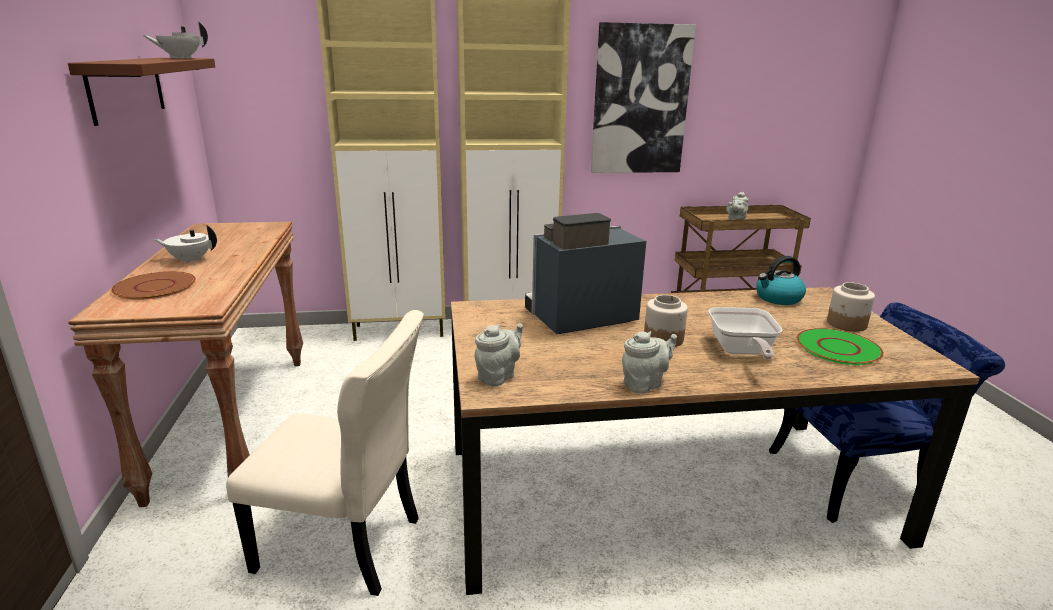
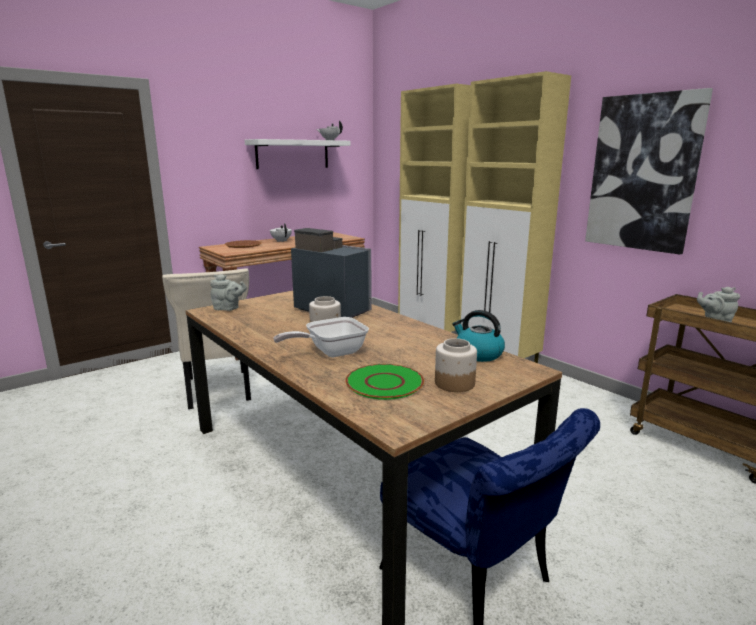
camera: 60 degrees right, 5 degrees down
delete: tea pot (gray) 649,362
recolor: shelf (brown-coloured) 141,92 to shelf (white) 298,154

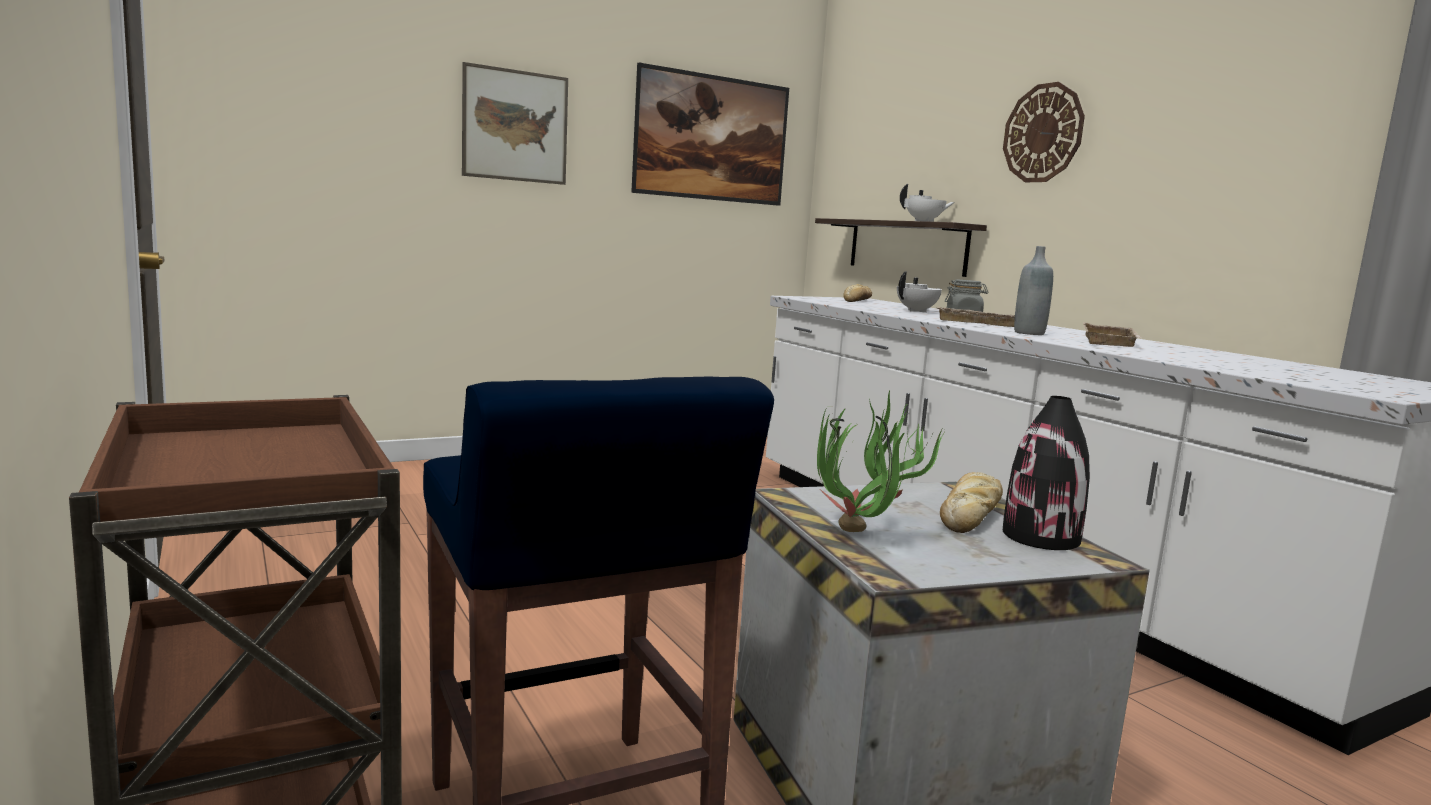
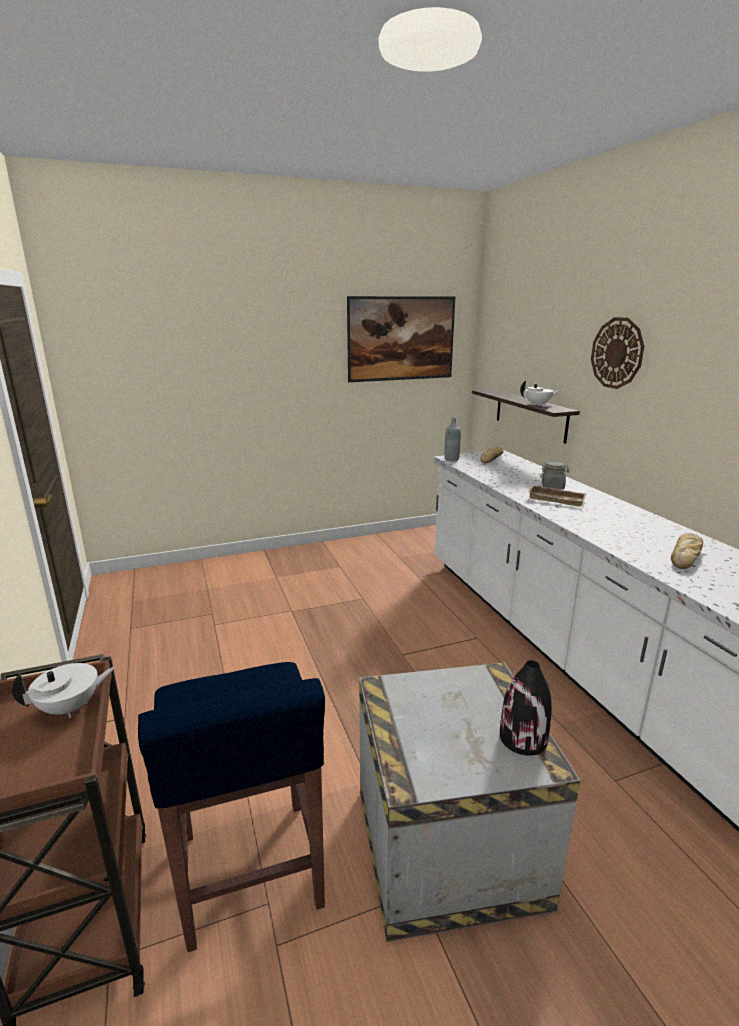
camera: 10 degrees right, 10 degrees up
delete: wall art 515,123; plant in a pot 881,461; carrying tray (beige) 1113,334
move: tea pot (white) 919,292 to 64,690; baked bread 971,502 to 687,551; drink bottle (gray) 1033,290 to 452,439

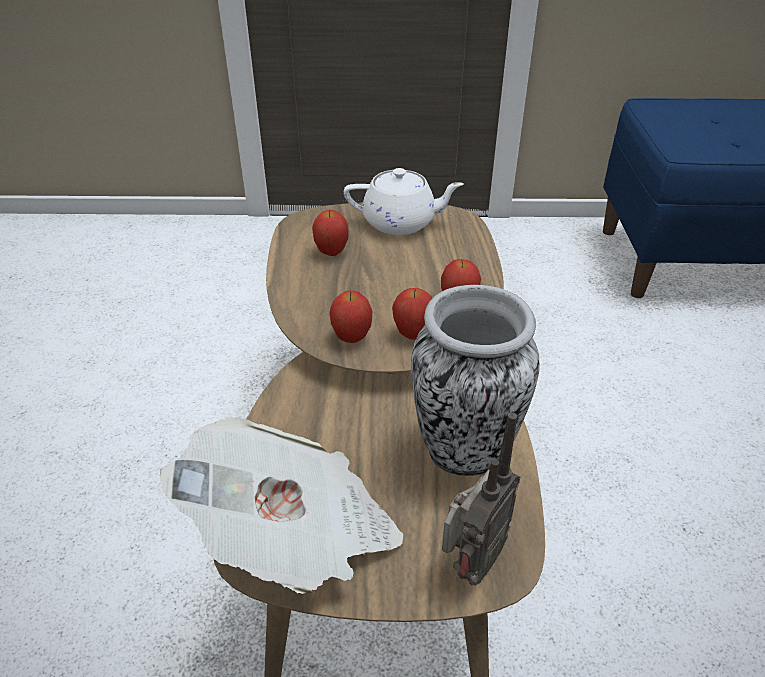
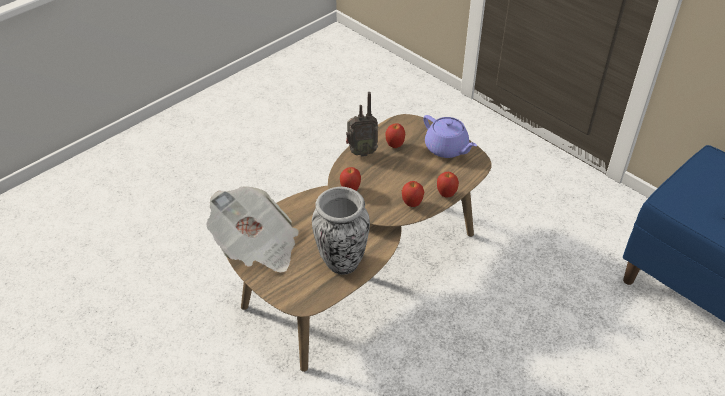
camera: 45 degrees right, 5 degrees up
move: whole apple 412,314 to 448,185; radio 481,498 to 362,124
recolor: tea pot (white) 404,201 to tea pot (purplish) 450,136

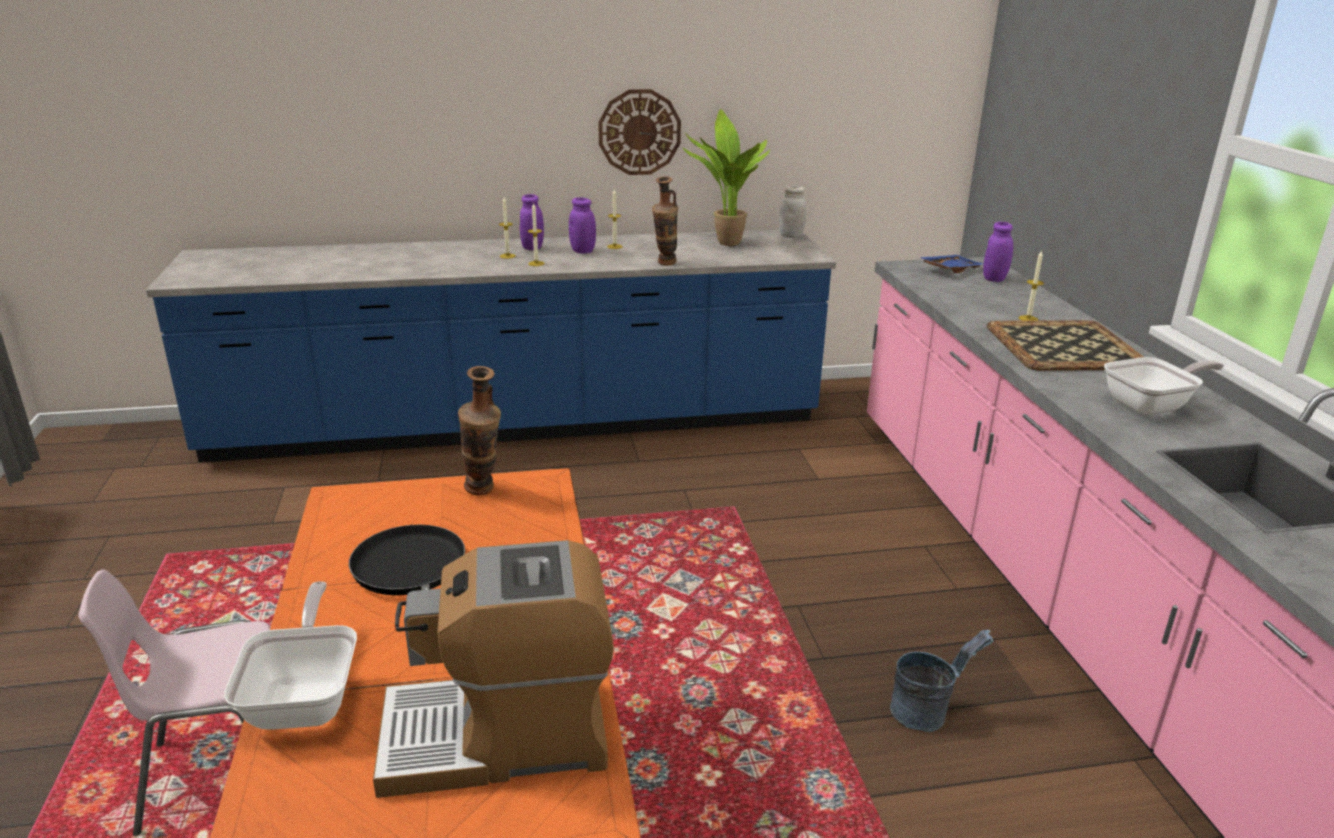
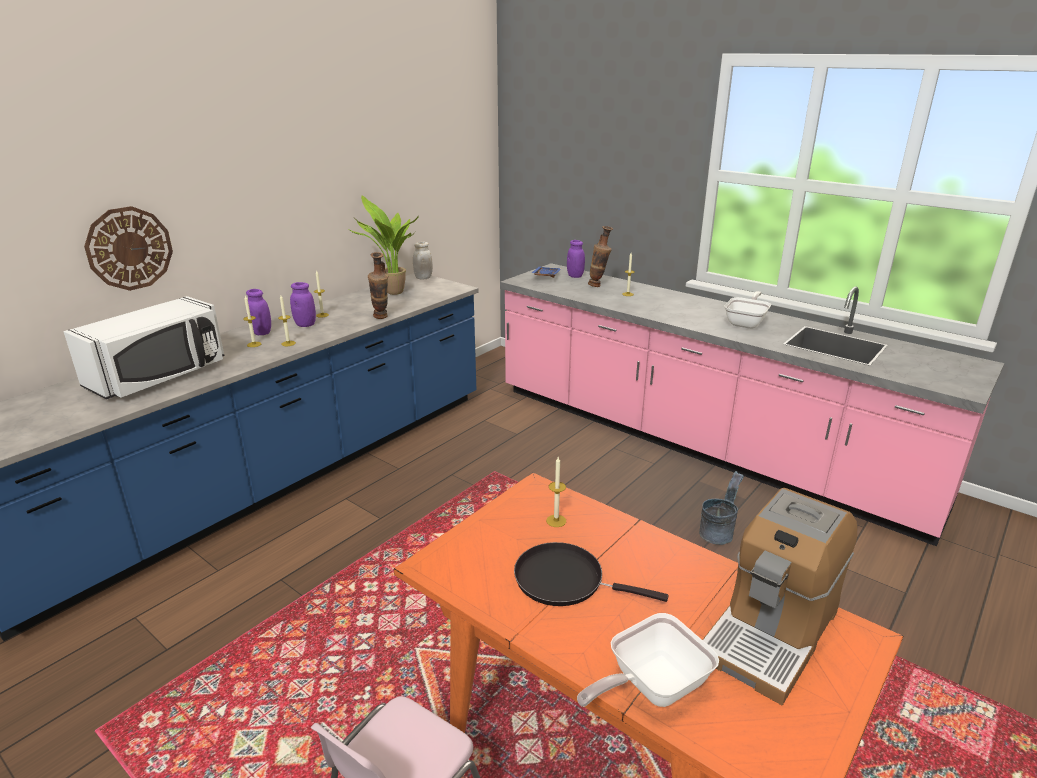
camera: 40 degrees left, 0 degrees up
delete: carrying tray 1065,345
insert: microwave oven (white) 144,347; candle 556,492
move: flower vase 479,430 to 600,256; wall clock 639,132 to 128,248
rotate: frying pan 290,655 = 648,660 75 degrees counterclockwise

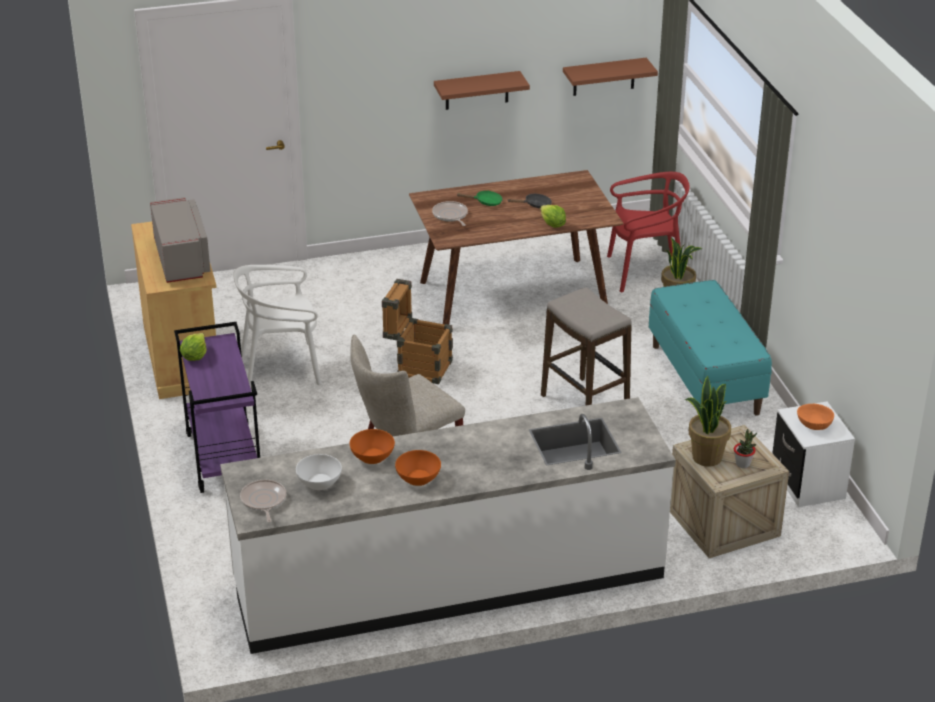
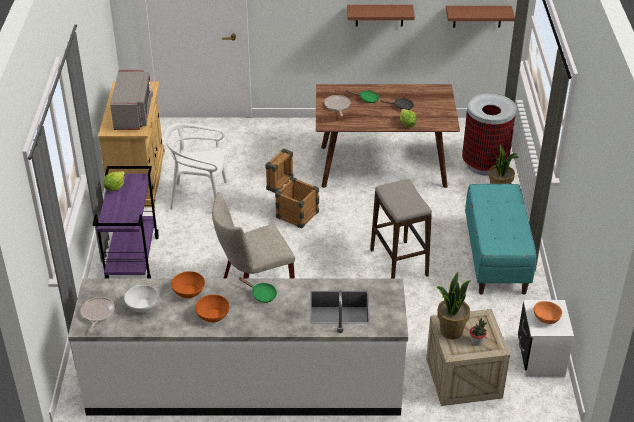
camera: 15 degrees right, 5 degrees up
insert: frying pan (green) 258,290
replace: upright chair (reddish) 648,232 to rubbish bin 489,134

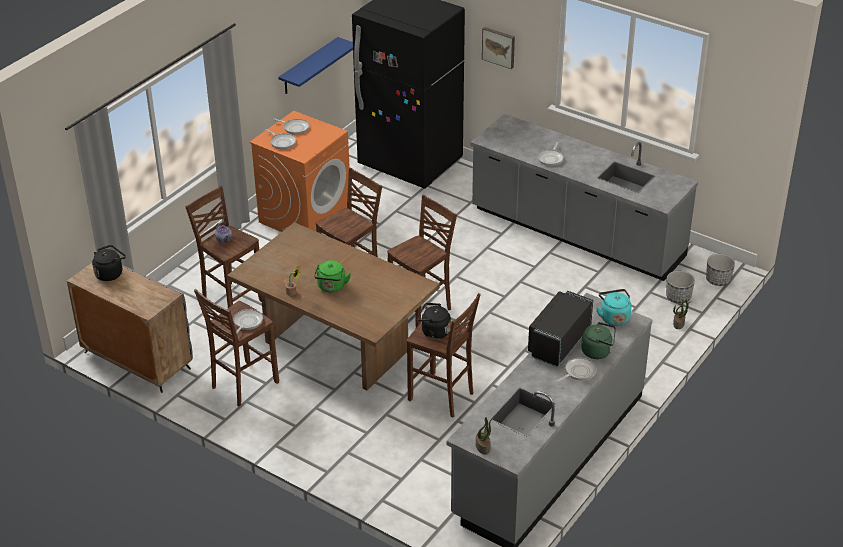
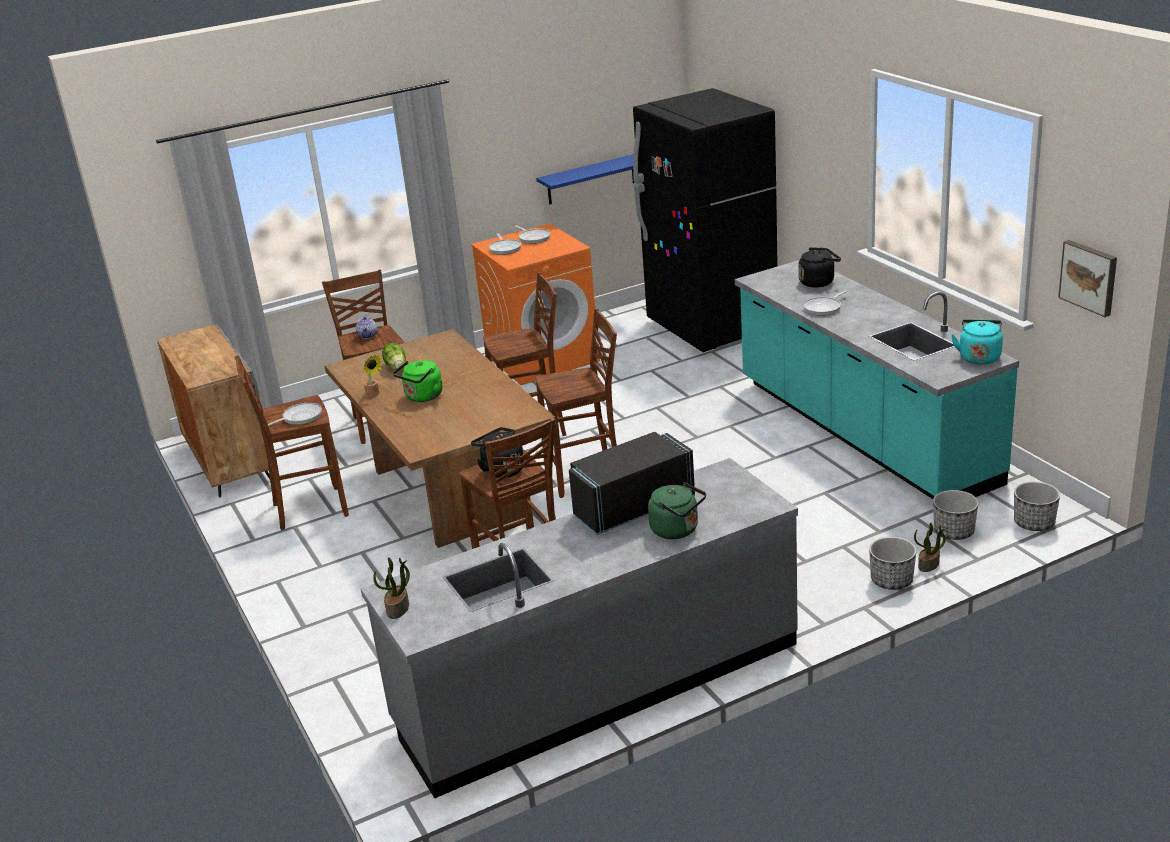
camera: 30 degrees right, 10 degrees down
delete: frying pan 577,370
insert: lettuce 394,356; flower pot 893,563
move: tea kettle (black) 109,263 to 819,267; wall art 498,48 to 1087,278; tea kettle (turquoise-coloured) 613,307 to 977,342
recolor: kitchen base unit (gray) 584,197 to kitchen base unit (turquoise-coloured) 877,379

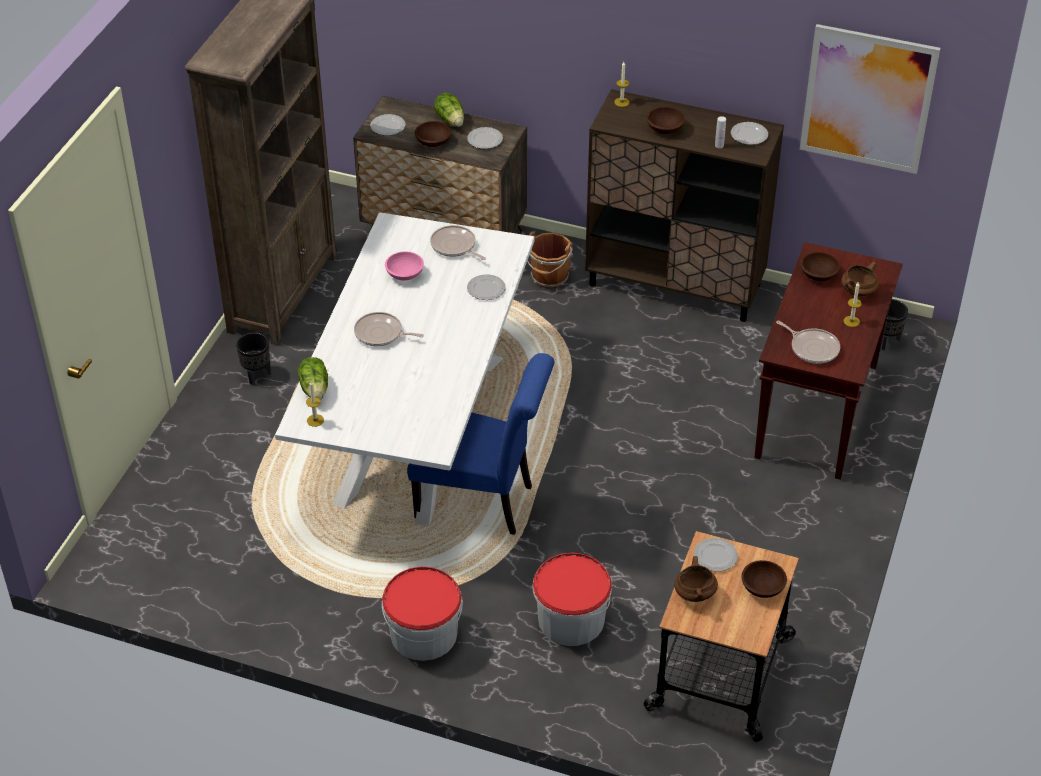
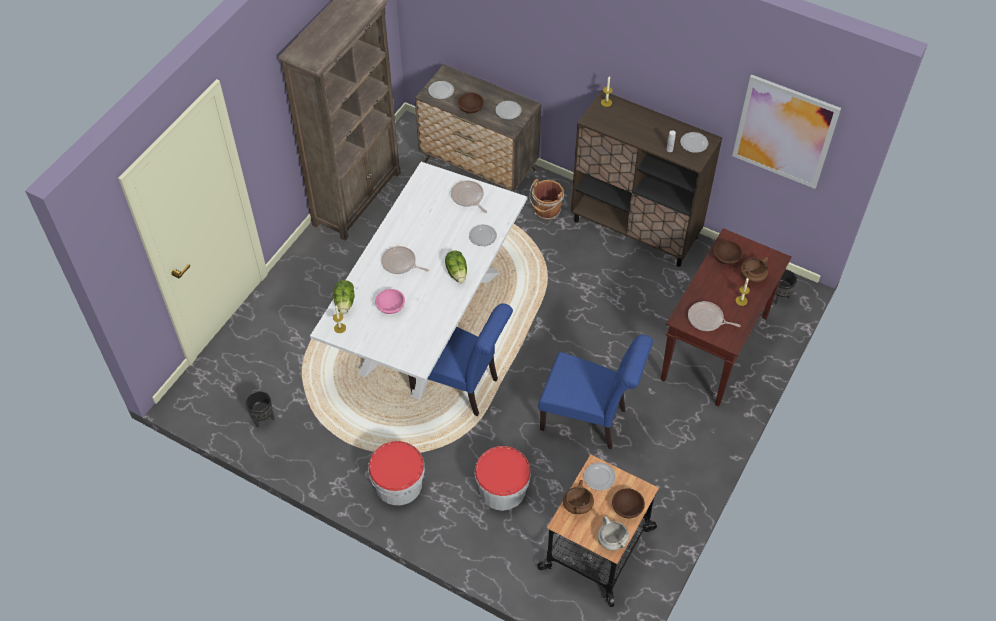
camera: 10 degrees right, 10 degrees up
delete: deep dish (brown-coloured) 666,120
insert: upright chair (blue) 595,392; stockpot (white) 613,533
move: flower pot (black) 253,358 to 260,409; deep dish (pink) 404,266 to 390,301; lettuce 449,110 to 456,267
rotate: frying pan 808,342 = 714,316 150 degrees clockwise

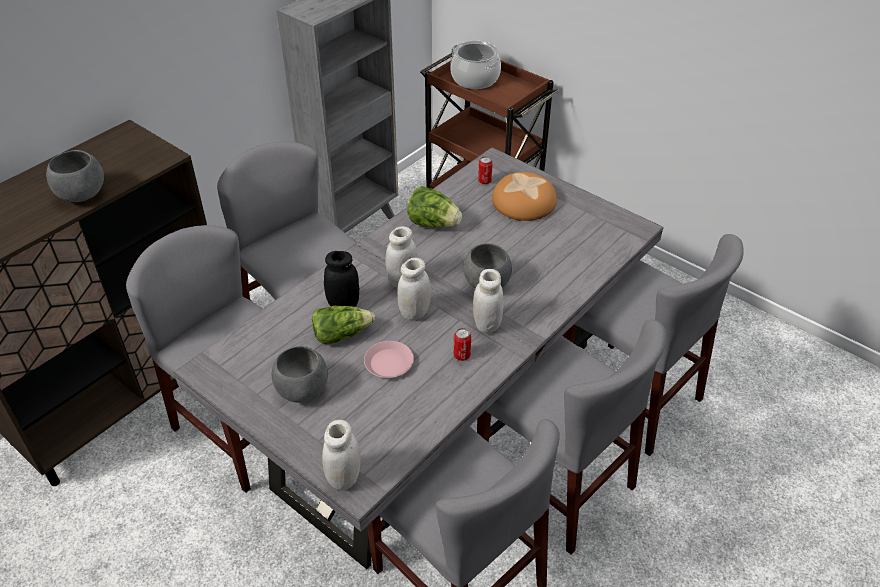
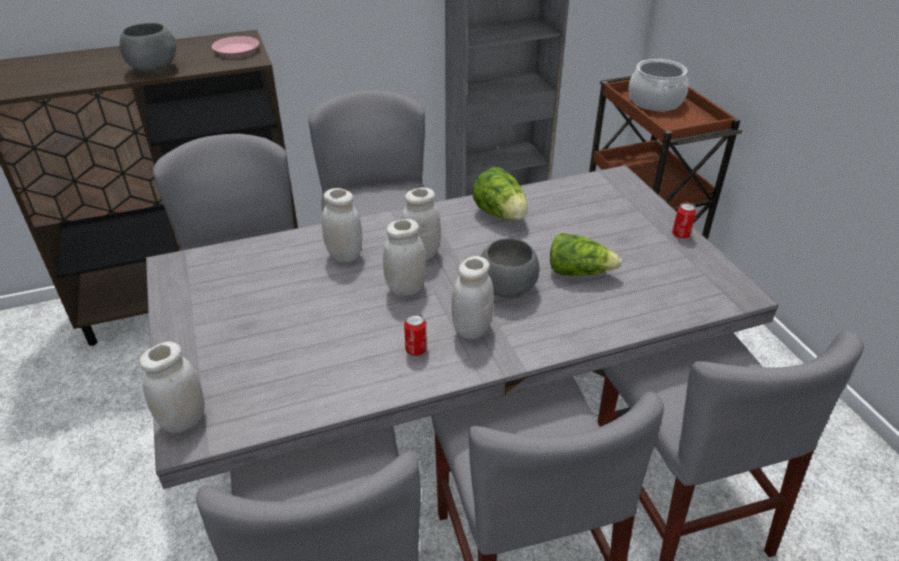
camera: 30 degrees right, 5 degrees down
delete: deep dish (gray) 300,374; baked bread 524,196
move: lettuce 343,325 to 586,254; plate (pink) 389,359 to 235,46; can 485,170 to 684,220
recolor: preserve jar (black) 341,279 to preserve jar (white) 342,225

